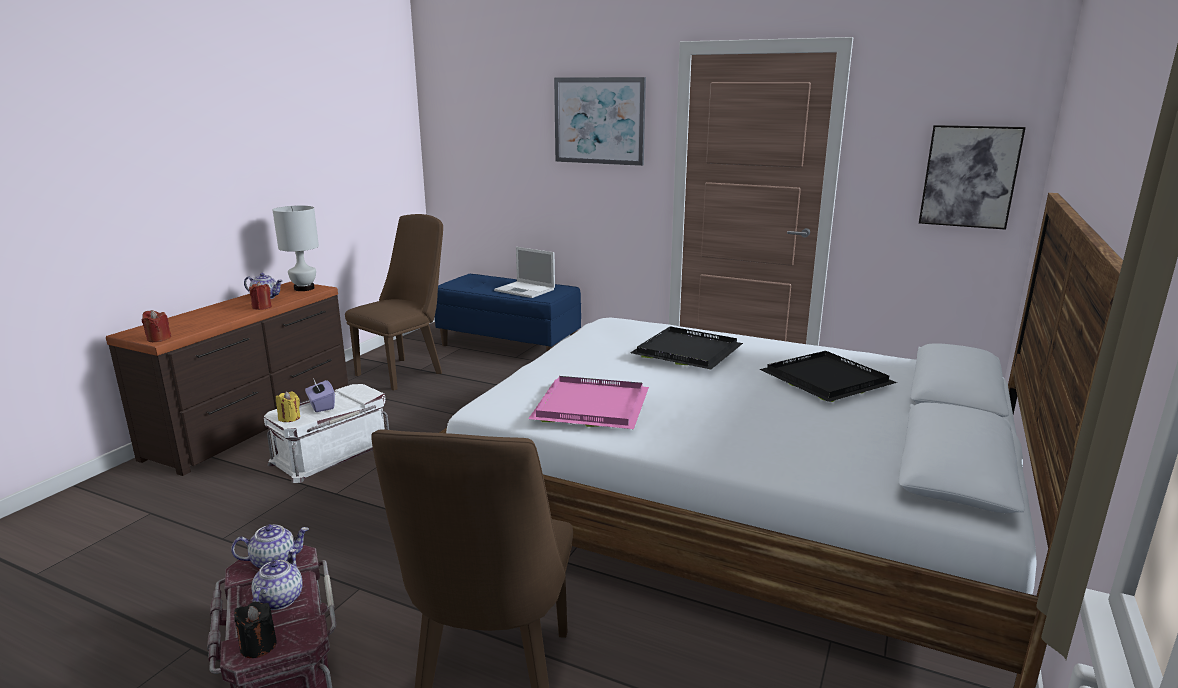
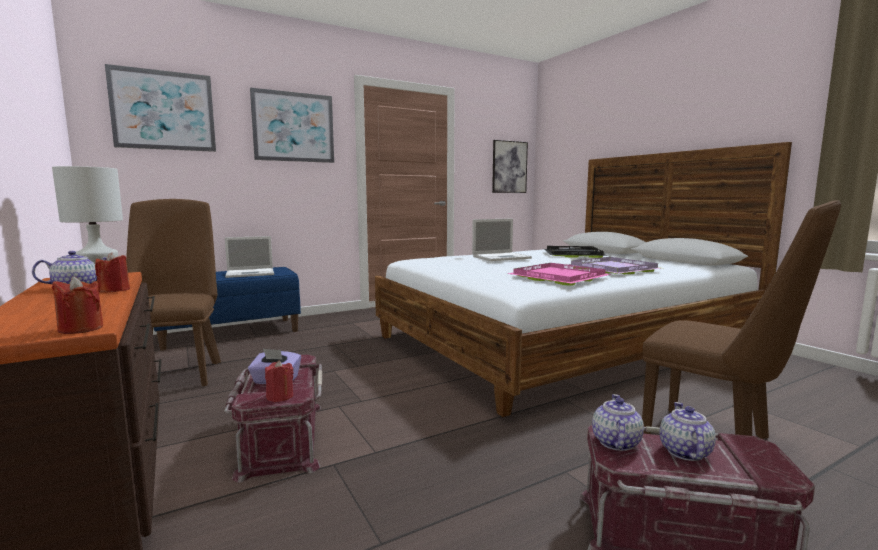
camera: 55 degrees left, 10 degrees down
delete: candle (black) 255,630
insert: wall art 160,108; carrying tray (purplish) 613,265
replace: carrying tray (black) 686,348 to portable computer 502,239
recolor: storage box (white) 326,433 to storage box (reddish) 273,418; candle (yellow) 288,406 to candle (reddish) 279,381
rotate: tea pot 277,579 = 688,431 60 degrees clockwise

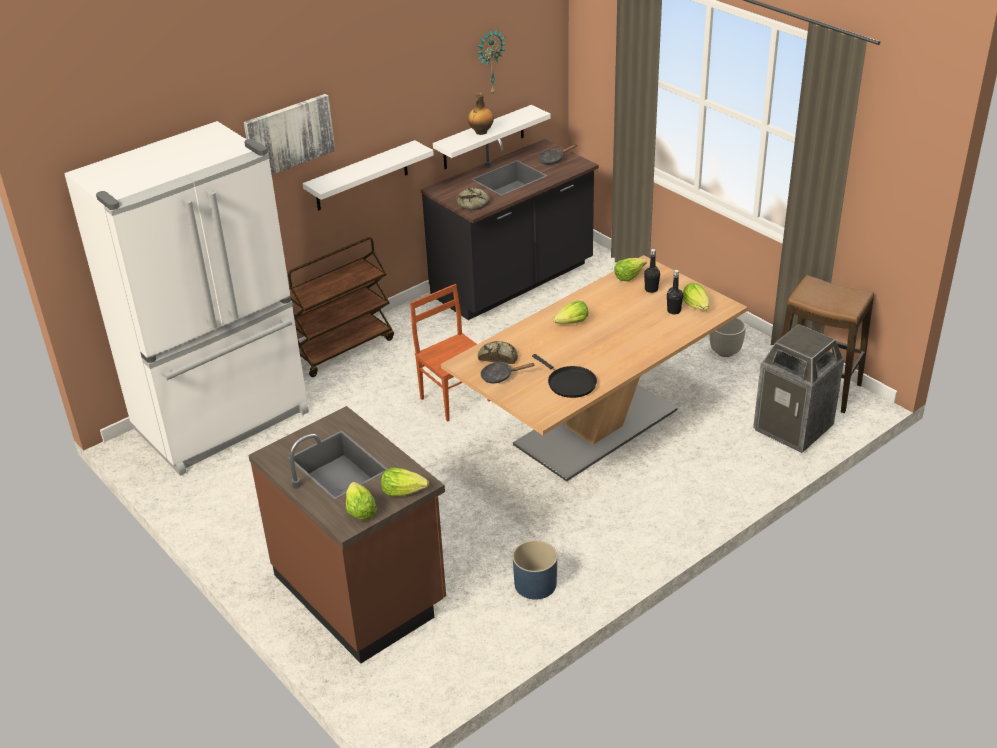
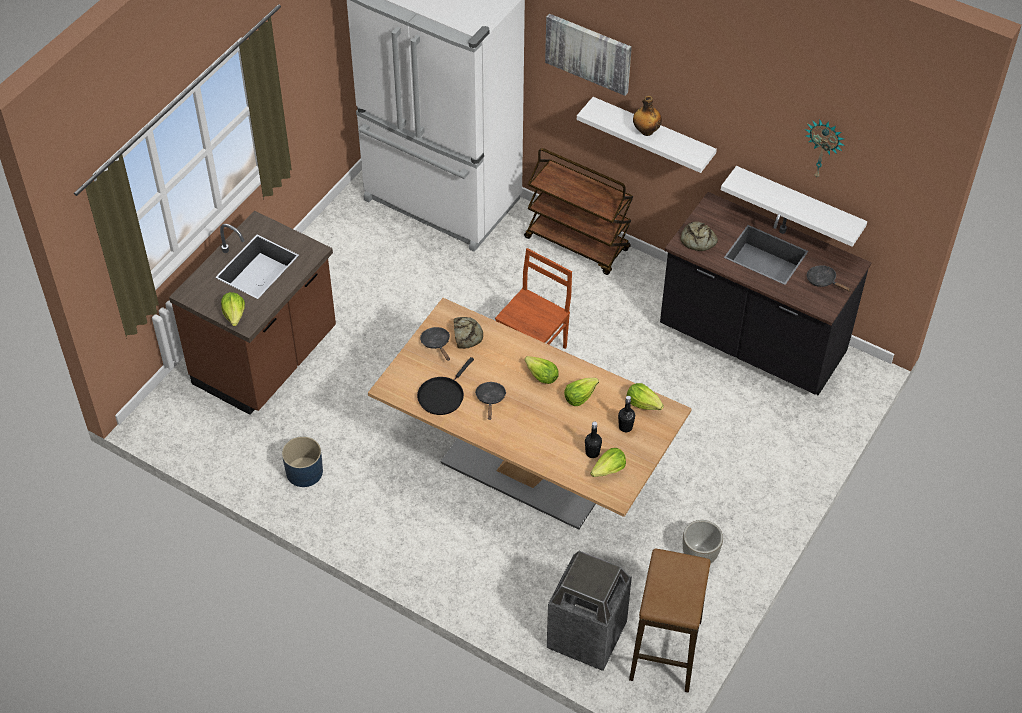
camera: 70 degrees right, 15 degrees up
insert: frying pan (black) 491,401
move: lettuce 361,501 to 581,392; drink bottle 481,114 to 647,116

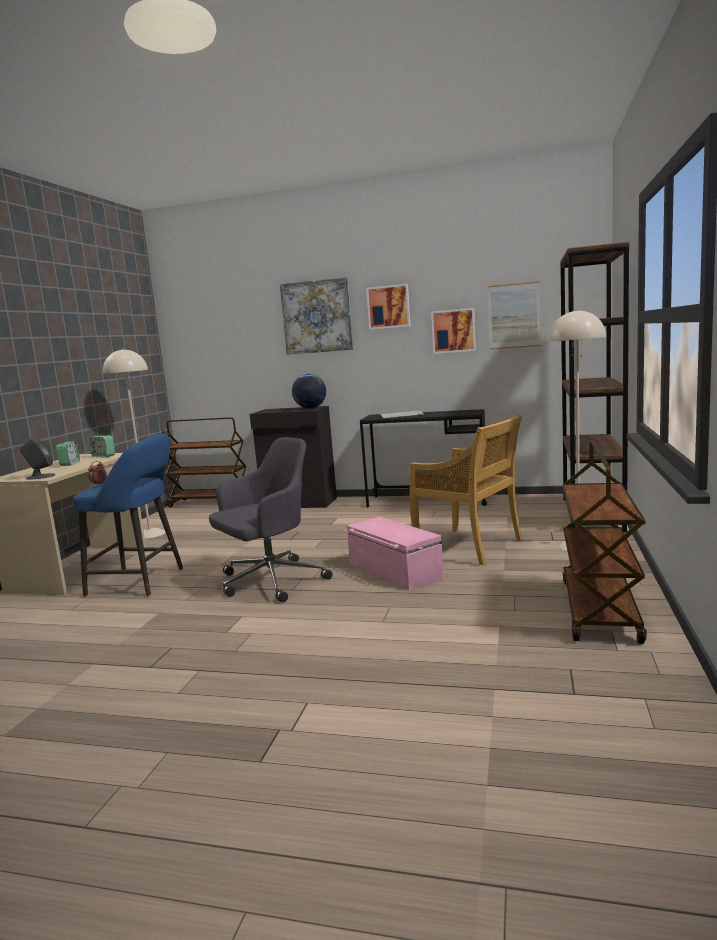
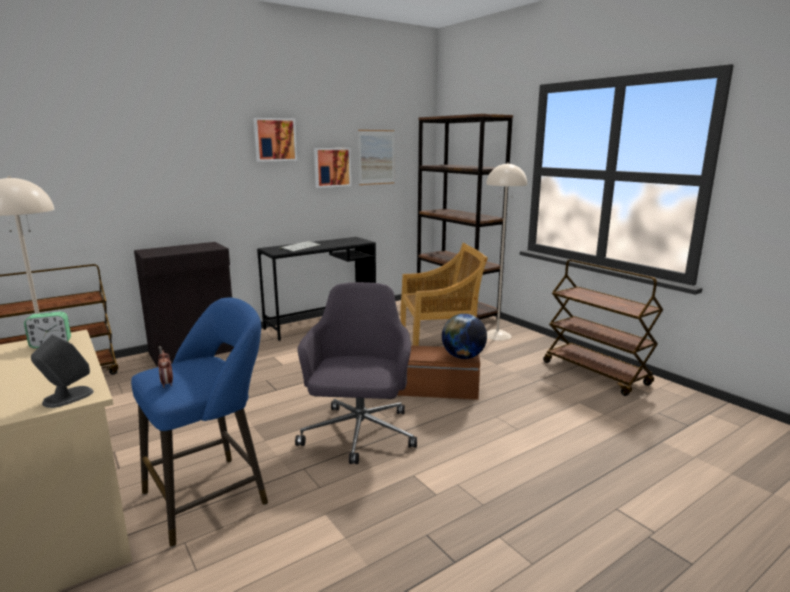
camera: 50 degrees left, 5 degrees up
delete: table clock 68,453; wall art 316,316
move: world globe 309,391 to 464,336
recolor: storage box (pink) 395,553 to storage box (brown-coloured) 438,373

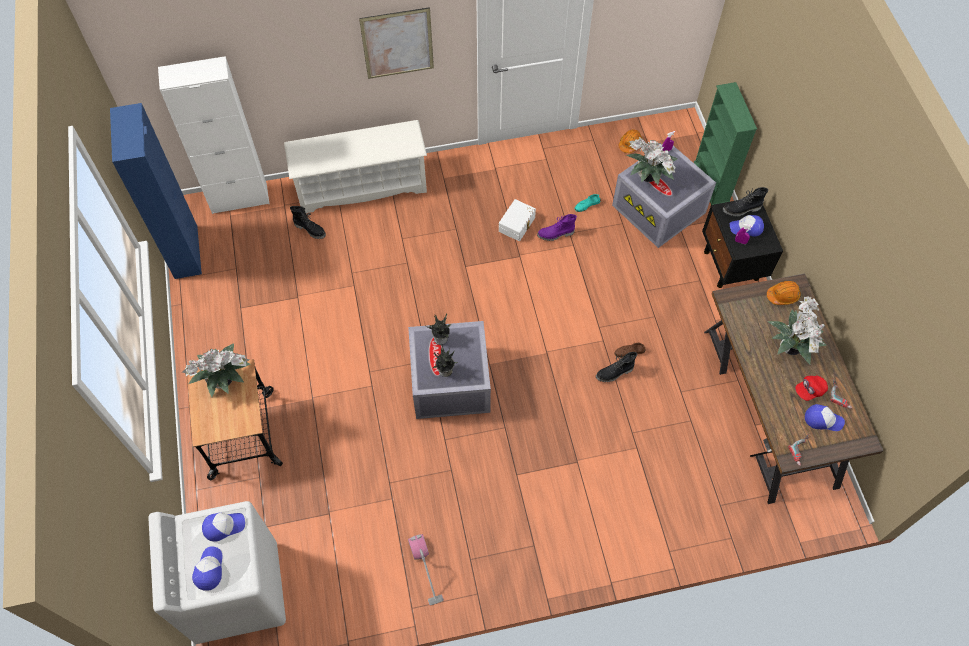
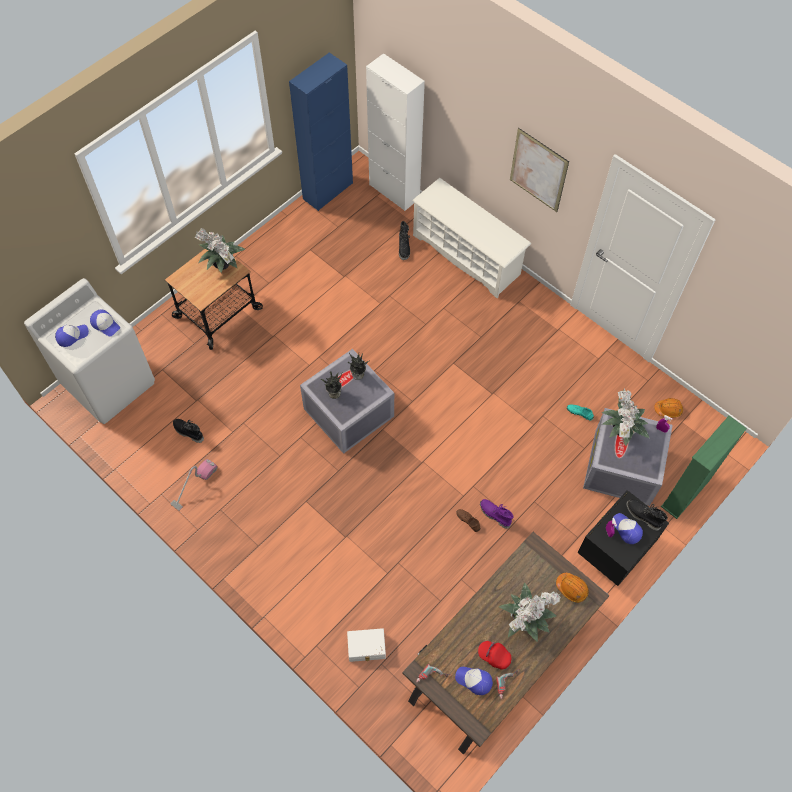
camera: 55 degrees right, 0 degrees up
move: storage box (white) 517,220 to 366,645; boot (purplish) 557,227 to 497,514; boot (black) 616,367 to 188,431
rotate: baseball cap 825,417 = 474,681 135 degrees clockwise

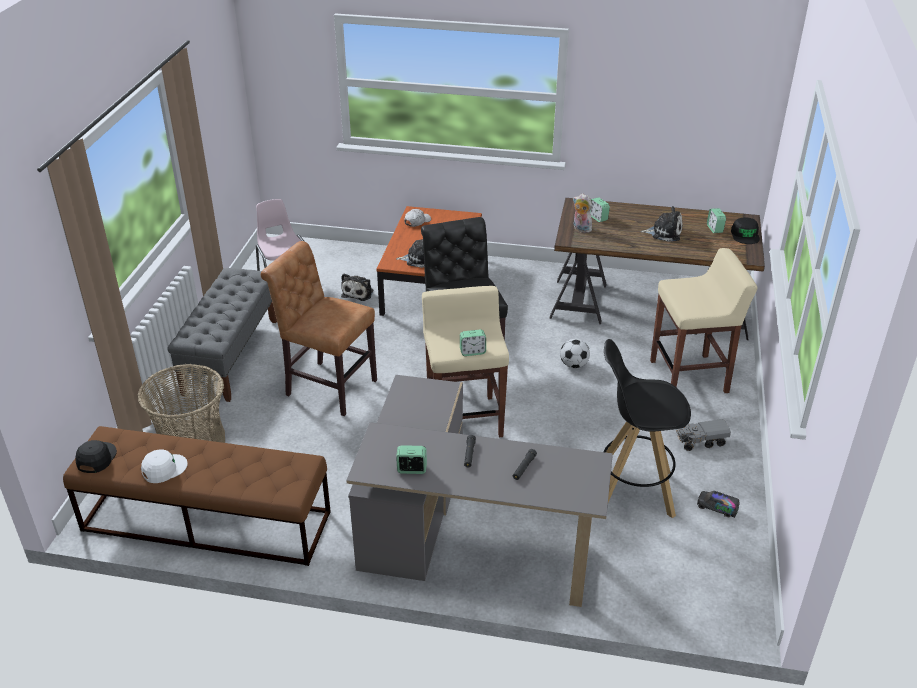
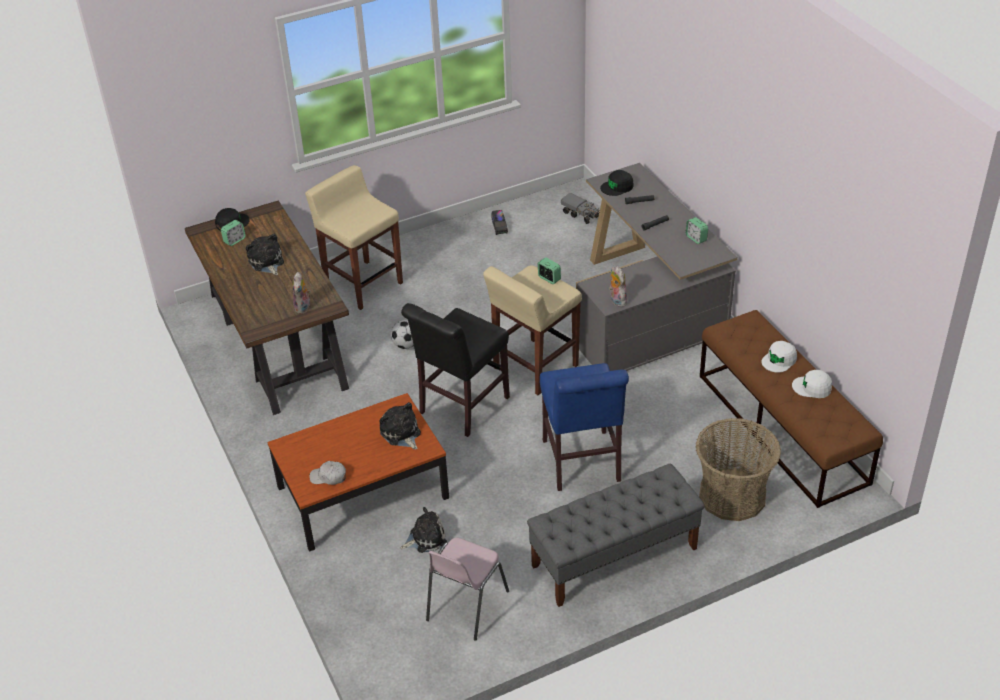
camera: 125 degrees left, 5 degrees up
delete: table clock 600,209; sitting stool (black) 647,428
insert: cuddly toy 618,287; baseball cap (white) 779,357
move: baseball cap (black) 96,456 to 617,183; model truck 703,435 to 580,208
recolor: upright chair (brown-coloured) 319,328 to upright chair (blue) 584,427

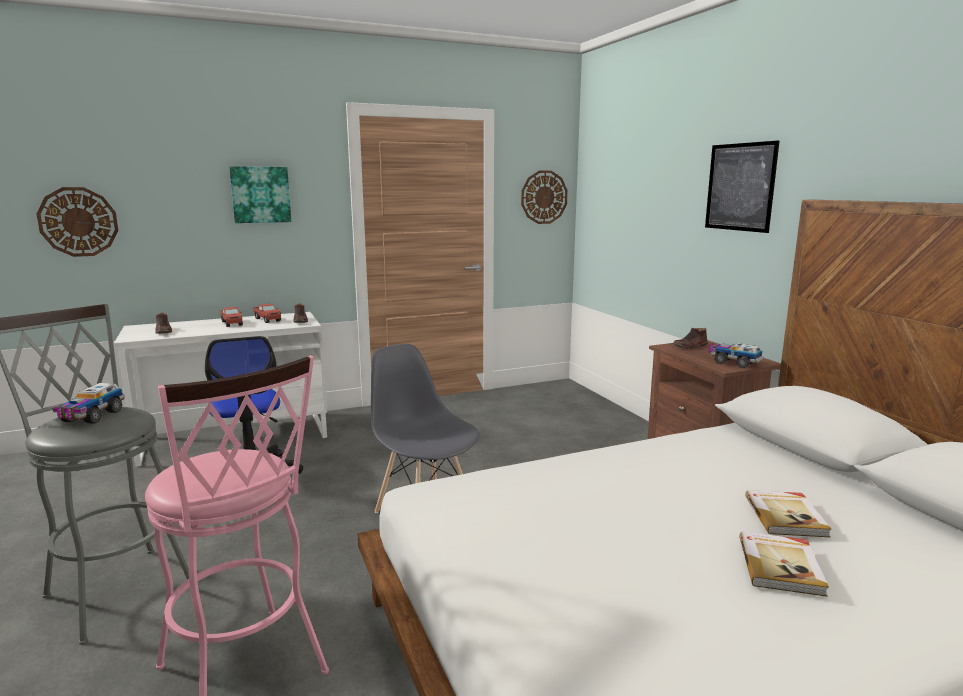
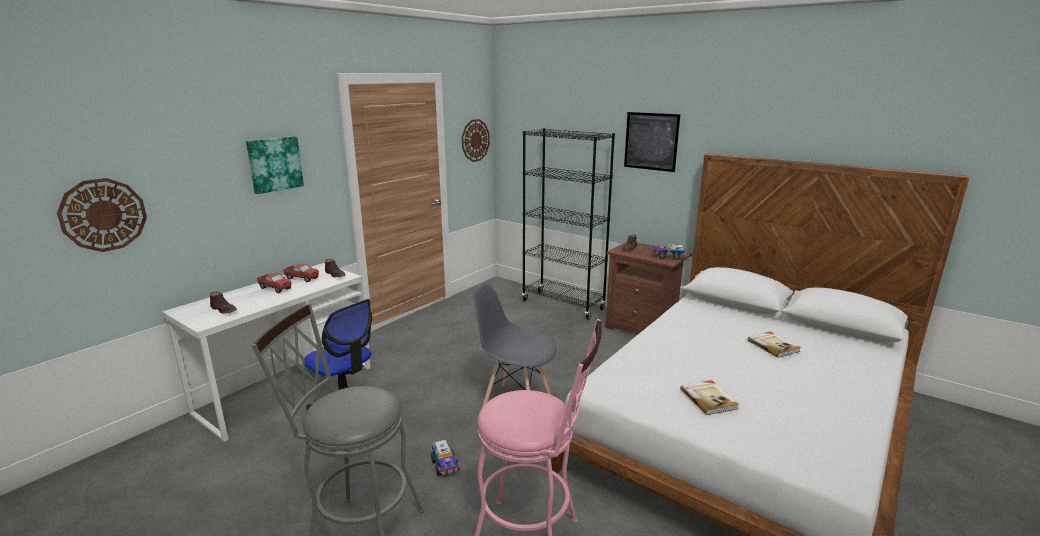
camera: 30 degrees left, 5 degrees up
insert: bookshelf (black) 568,224
move: model truck 88,403 to 445,458; book 784,564 to 709,397

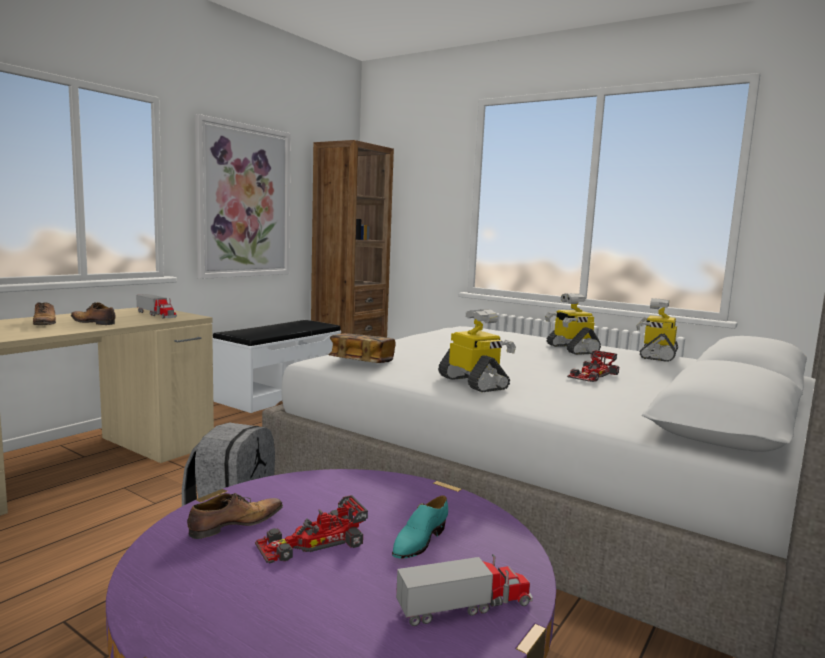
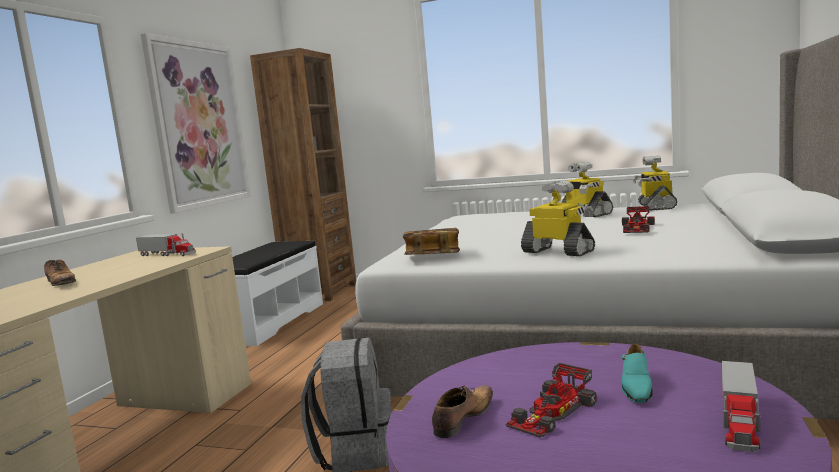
camera: 15 degrees left, 0 degrees up
delete: low shoe 93,313
rotate: model truck 464,590 = 741,406 150 degrees clockwise

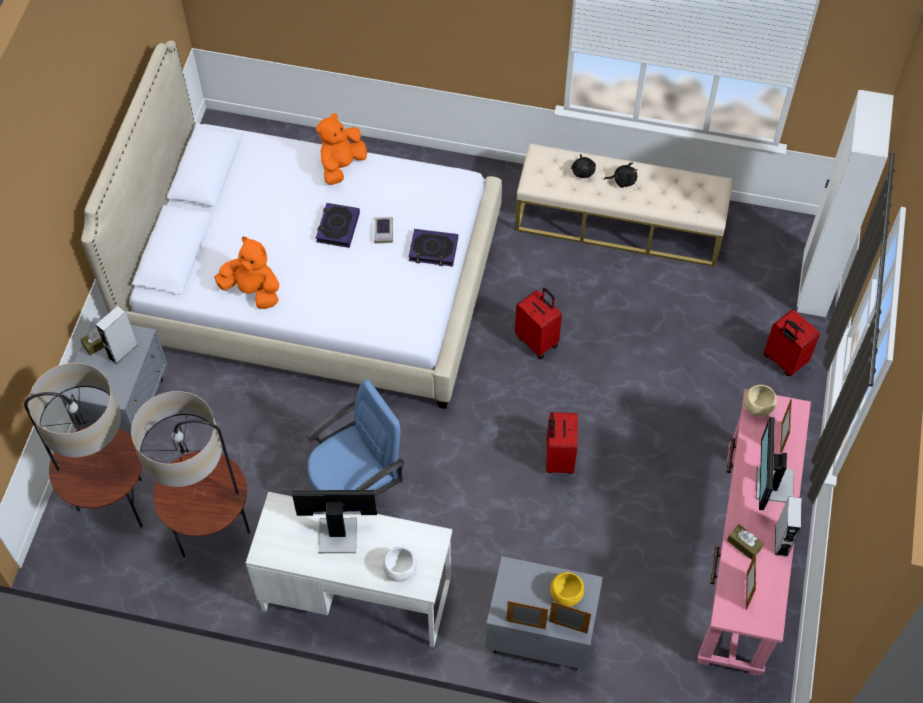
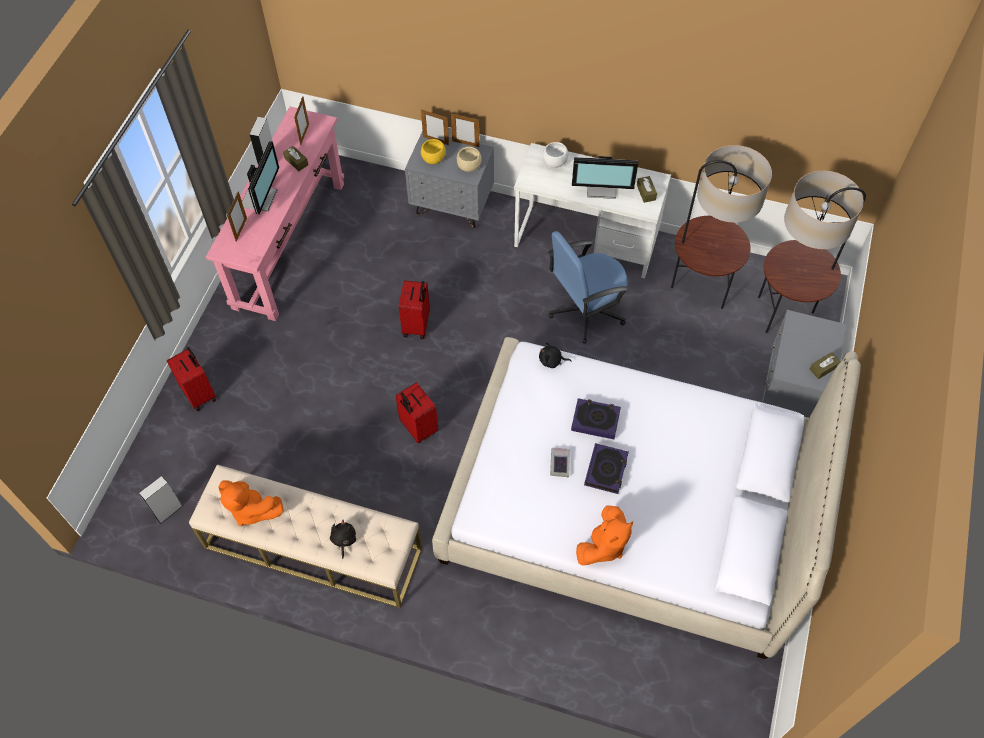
camera: 175 degrees left, 0 degrees up
delete: wardrobe (white) 845,203
insert: tissue box (brown-coloured) 647,189
move: loudspeaker (gray) 117,335 to 161,500; cuddly toy (orange) 246,272 to 251,503; book 433,247 to 596,418; cuddly toy (black) 621,175 to 555,355; deep dish (beige) 760,401 to 469,159

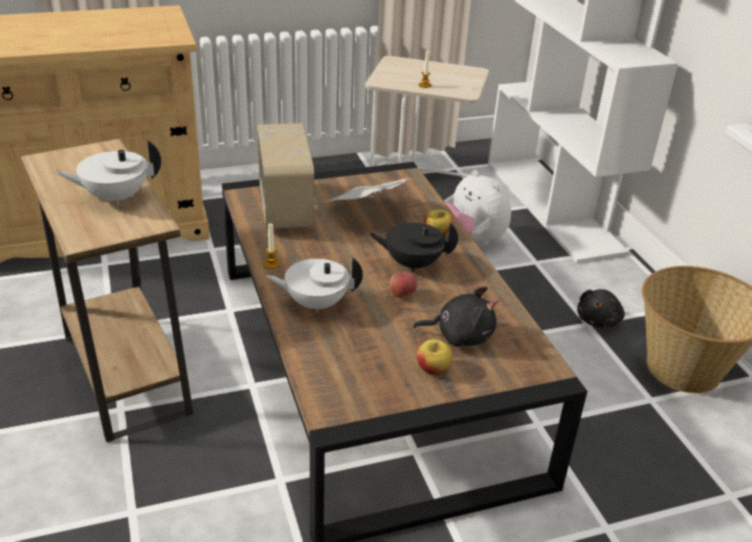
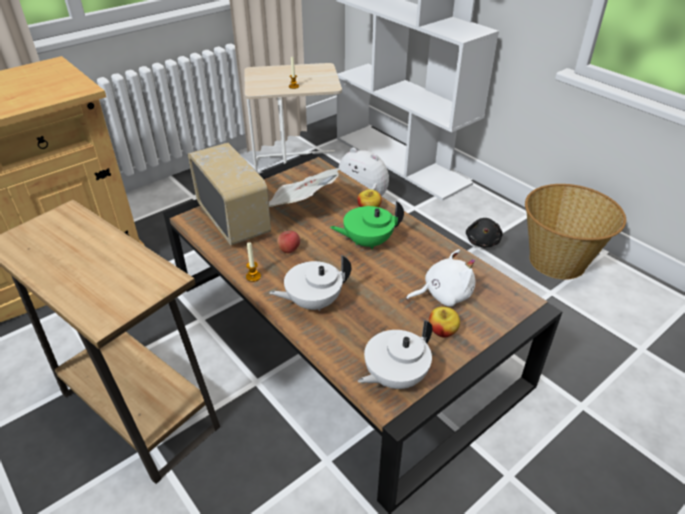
camera: 20 degrees left, 5 degrees up
move: tea pot (white) 108,173 to 395,354; whole apple 403,285 to 288,242
recolor: tea pot (black) 413,247 to tea pot (green) 367,225; cuddly toy (black) 455,317 to cuddly toy (white) 441,278

